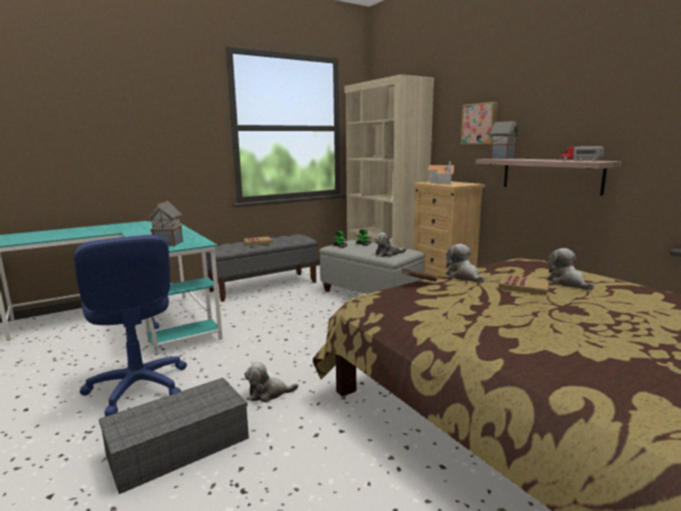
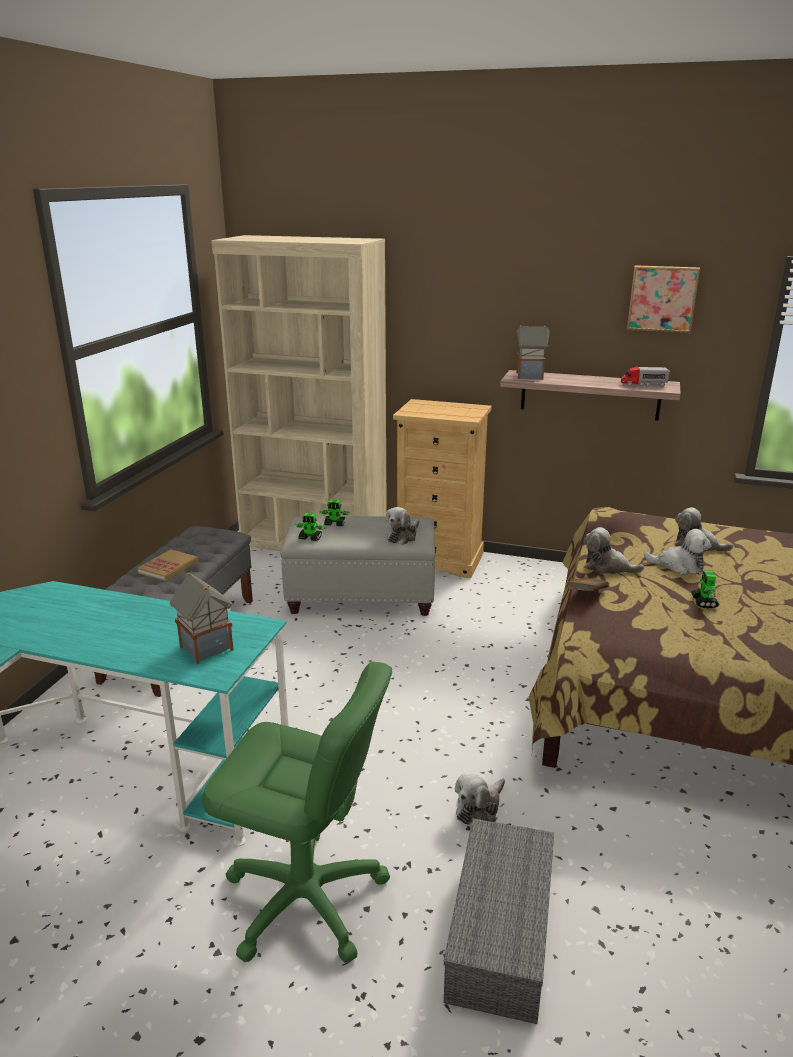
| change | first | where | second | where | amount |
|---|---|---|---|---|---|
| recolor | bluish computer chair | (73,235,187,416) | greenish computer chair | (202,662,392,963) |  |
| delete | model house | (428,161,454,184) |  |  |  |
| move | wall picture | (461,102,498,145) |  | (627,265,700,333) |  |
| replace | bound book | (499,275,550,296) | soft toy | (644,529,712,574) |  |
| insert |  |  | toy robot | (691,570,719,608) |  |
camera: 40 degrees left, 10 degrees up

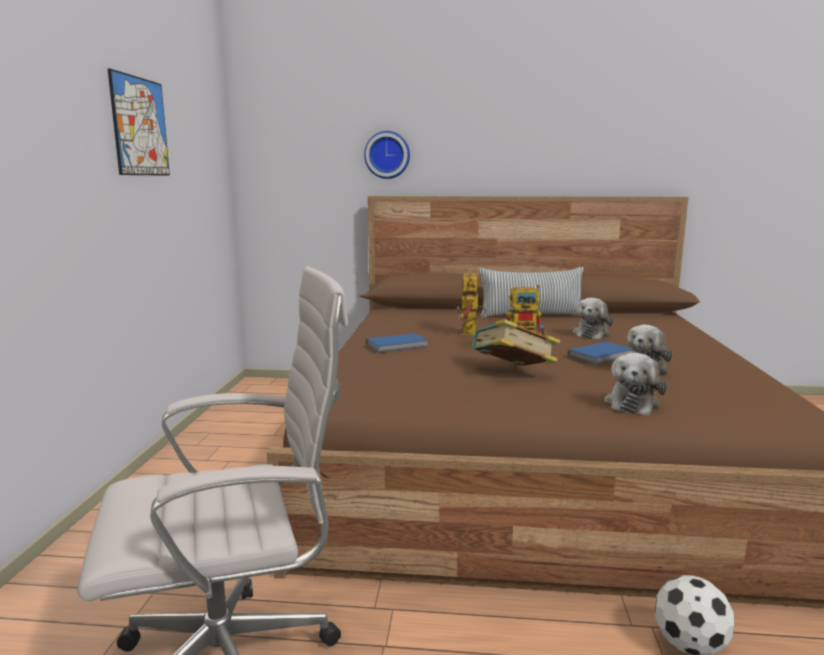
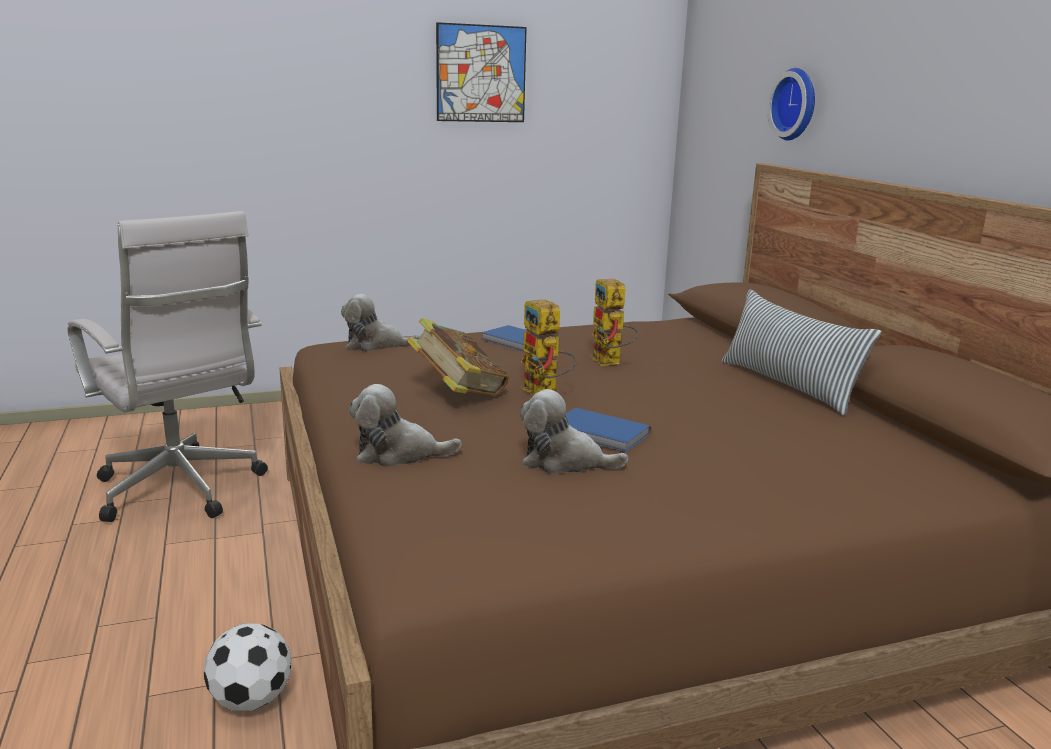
| change | first | where | second | where | amount |
|---|---|---|---|---|---|
| rotate | toy robot | (456,272,486,335) |  | (590,279,639,366) | 90 degrees counterclockwise |
| move | soft toy | (573,298,613,340) |  | (341,294,420,352) |  |
camera: 65 degrees right, 5 degrees up

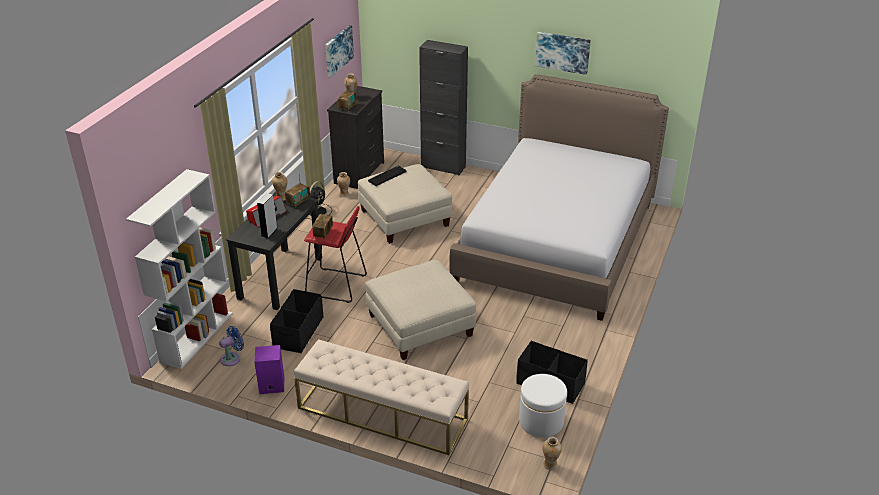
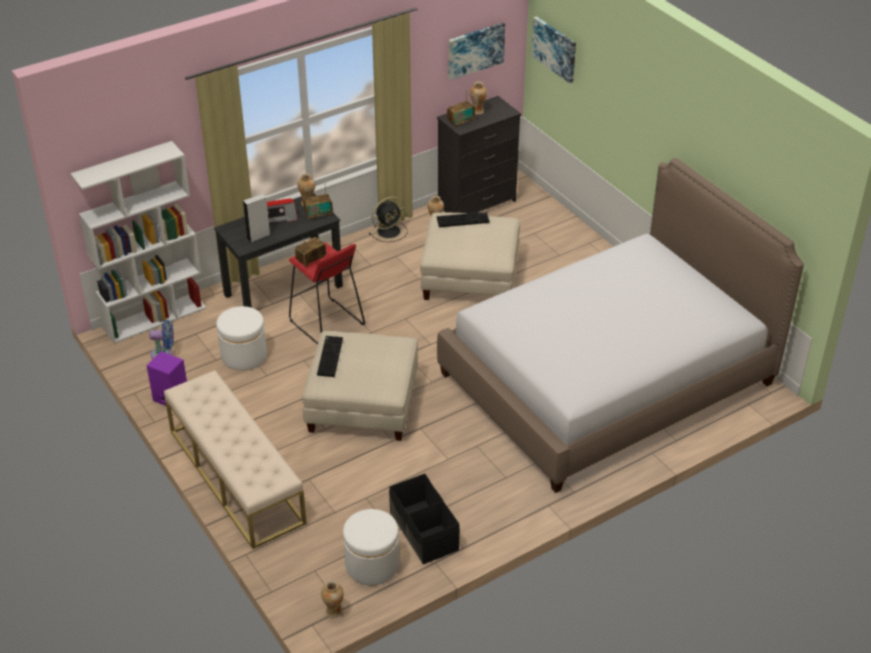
| change | first | where | second | where | amount |
|---|---|---|---|---|---|
| replace | black-coloured storage container | (270,289,323,353) | whitish ottoman | (216,306,267,370) |  |
| delete | black-coloured storage cabinet | (419,40,468,175) |  |  |  |
| move | wall picture | (535,32,591,75) |  | (531,16,576,83) |  |
| insert |  |  | computer keyboard | (317,336,343,377) |  |
camera: 35 degrees right, 5 degrees up

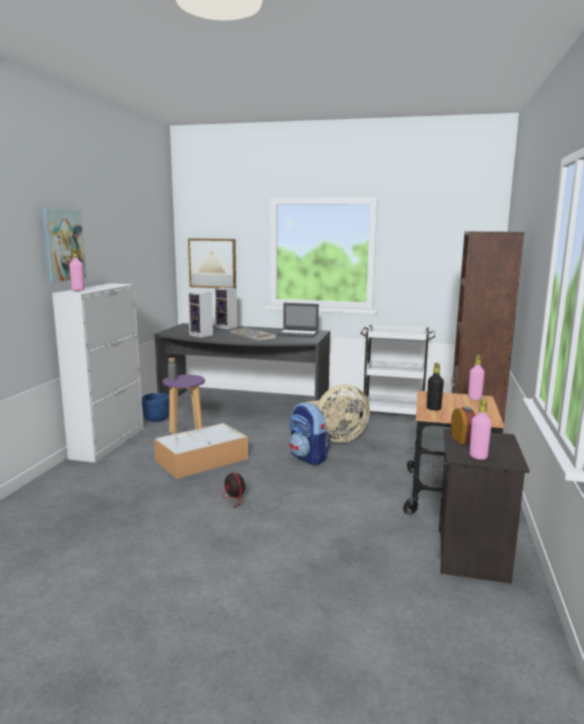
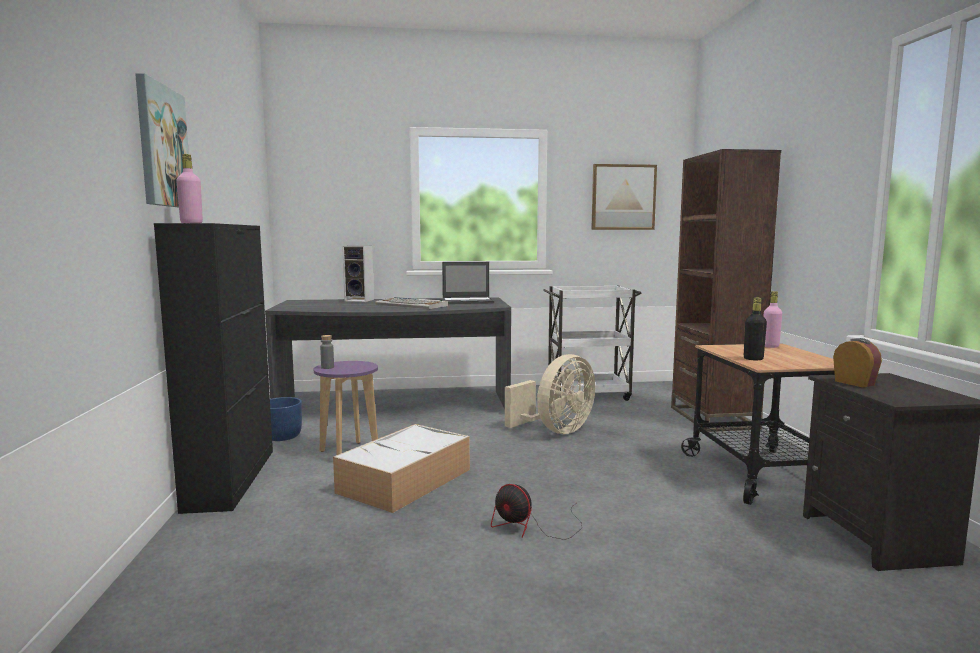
| change | first | where | second | where | amount |
|---|---|---|---|---|---|
| recolor | whitish storage cabinet | (52,283,144,463) | black-coloured storage cabinet | (154,223,273,514) |  |
| move | wall picture | (188,238,236,288) |  | (591,164,657,230) |  |
| delete | loudspeaker | (188,292,213,338) |  |  |  |
| delete | rucksack | (289,402,330,465) |  |  |  |
| delete | pink bottle | (469,399,492,460) |  |  |  |
camera: 20 degrees left, 5 degrees down

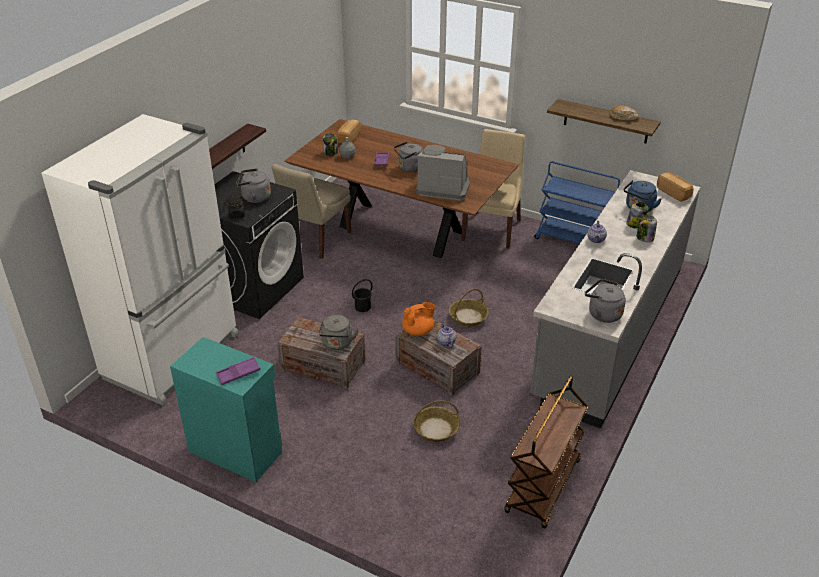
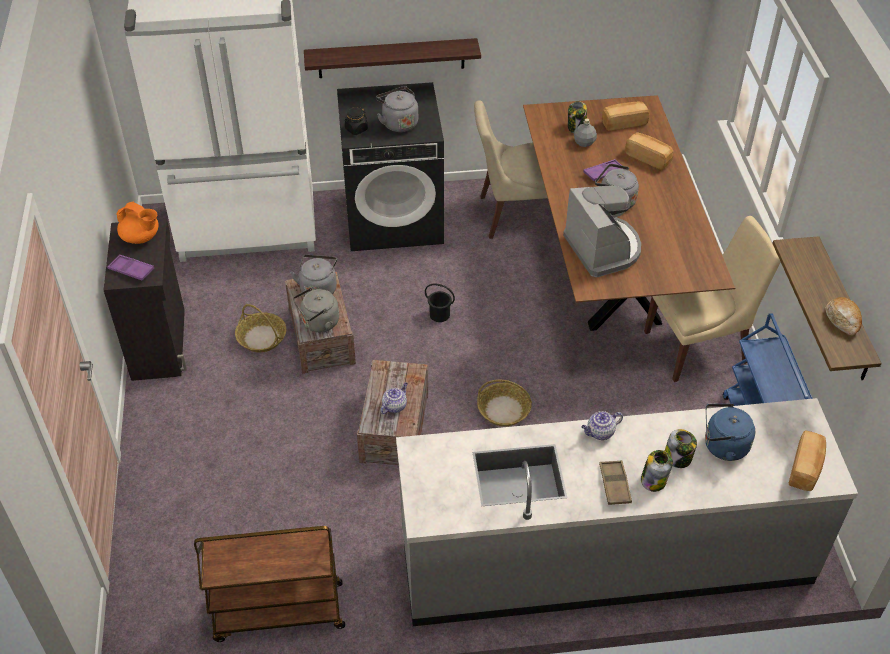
| change | first | where | second | where | amount |
|---|---|---|---|---|---|
| recolor | blue-green storage cabinet | (170,337,282,482) | black-coloured storage cabinet | (104,219,187,381) |  |
| move | orange-coloured tea pot | (402,302,435,336) |  | (116,202,158,244) |  |
| move | storage basket | (413,400,459,442) |  | (235,304,286,353) |  |
| move | gray water kettle | (585,279,626,323) |  | (291,255,337,295) |  |
| insert |  |  | brown carrying tray | (599,460,632,505) |  |
| insert |  |  | bakery bread | (625,132,674,170) |  |
camera: 55 degrees right, 10 degrees up

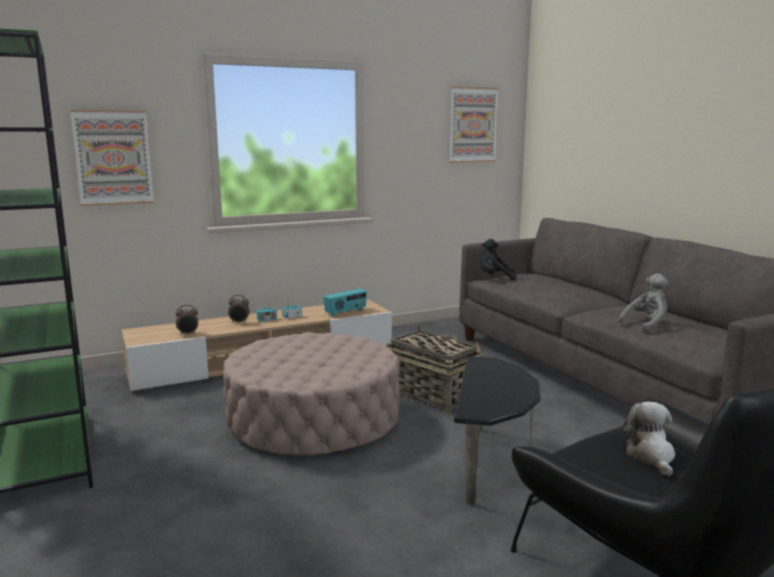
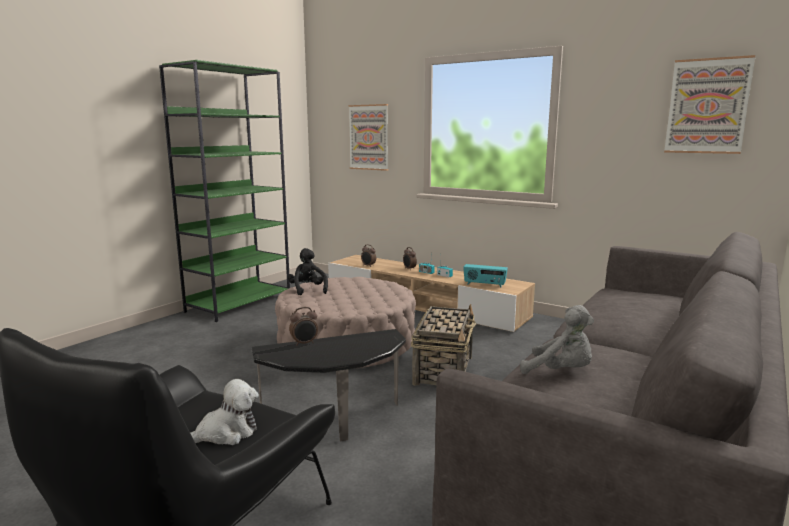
| change | first | where | second | where | amount |
|---|---|---|---|---|---|
| move | black-coloured soft toy | (481,239,516,280) |  | (288,248,328,295) |  |
| insert |  |  | table clock | (289,307,318,346) |  |
camera: 60 degrees right, 0 degrees up

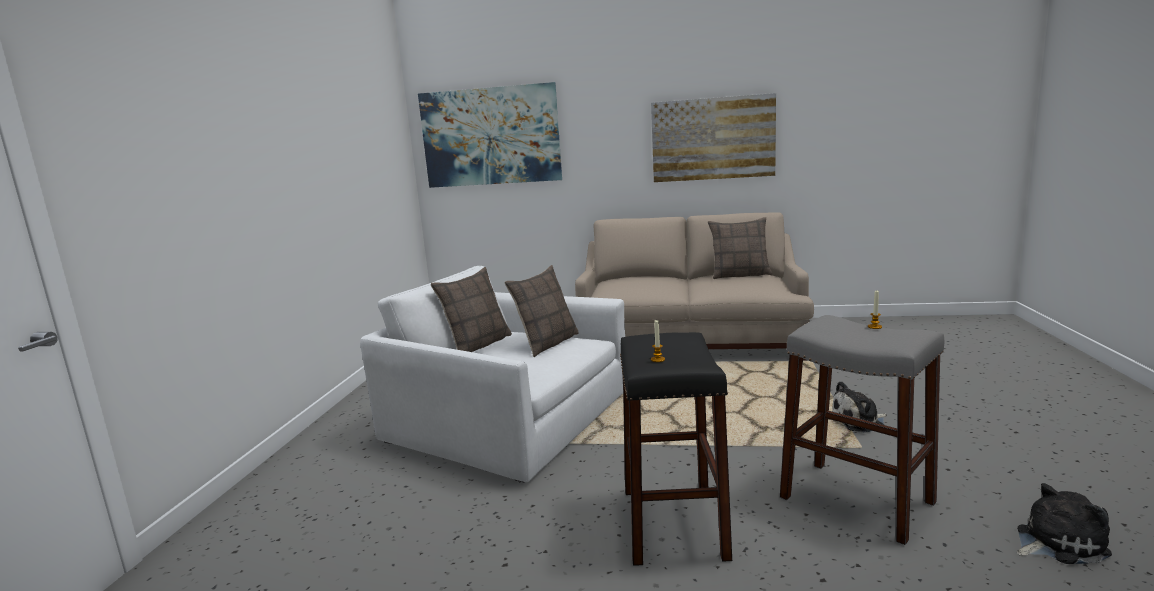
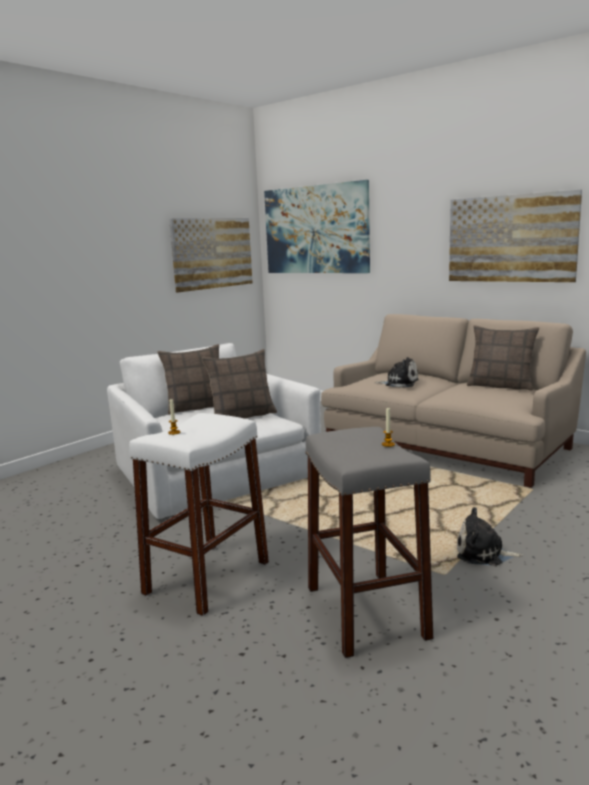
| change | first | where | second | where | amount |
|---|---|---|---|---|---|
| recolor | black-coloured sitting stool | (620,332,732,566) | whitish sitting stool | (129,413,269,616) |  |
| move | soft toy | (1017,483,1112,564) |  | (376,357,419,388) |  |
| insert |  |  | wall picture | (169,218,252,292) |  |
camera: 30 degrees right, 0 degrees up

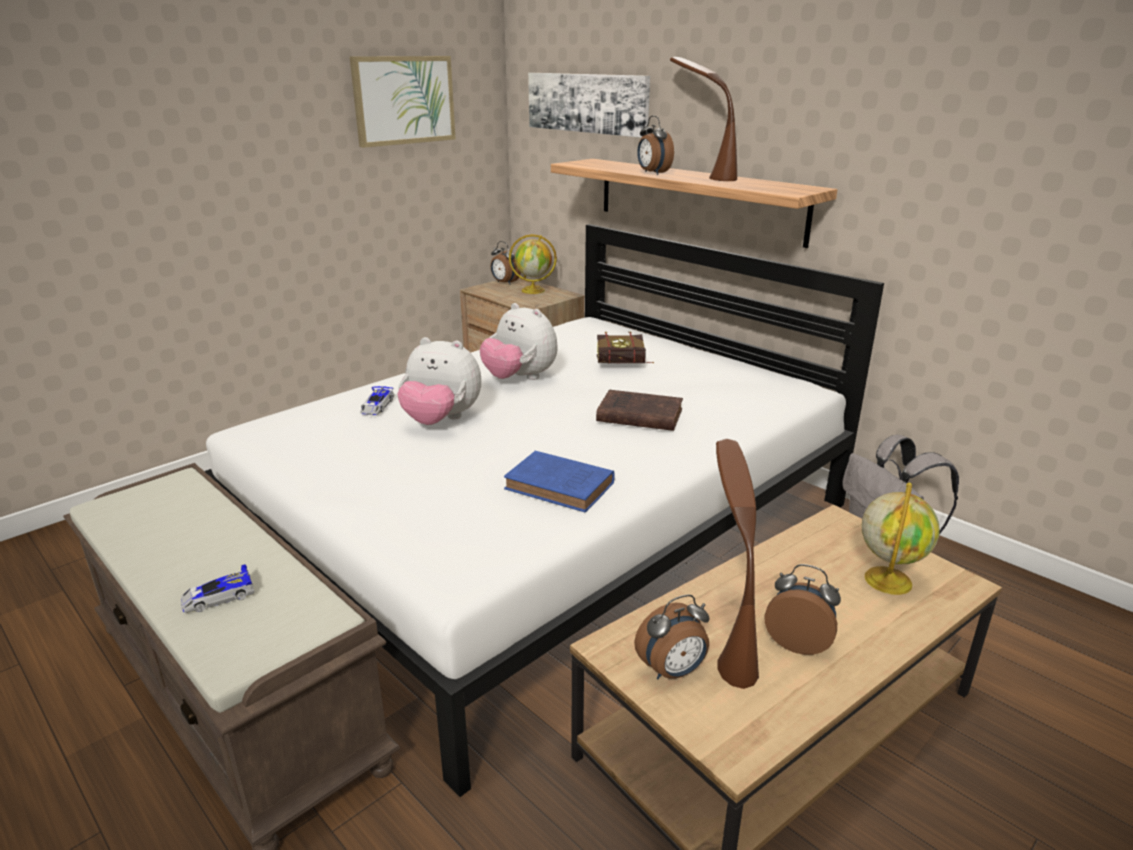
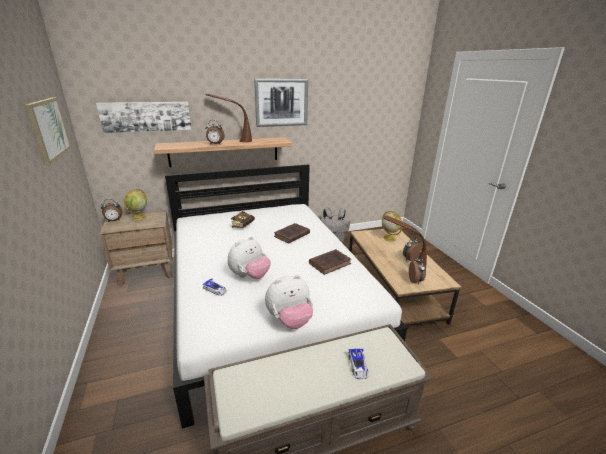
| change | first | where | second | where | amount |
|---|---|---|---|---|---|
| move | soft toy | (480,303,558,380) |  | (265,275,313,329) |  |
| recolor | bluish bound book | (504,451,615,512) | brown bound book | (309,249,351,275) |  |
| insert |  |  | wall picture | (254,79,308,127) |  |
camera: 65 degrees left, 0 degrees up

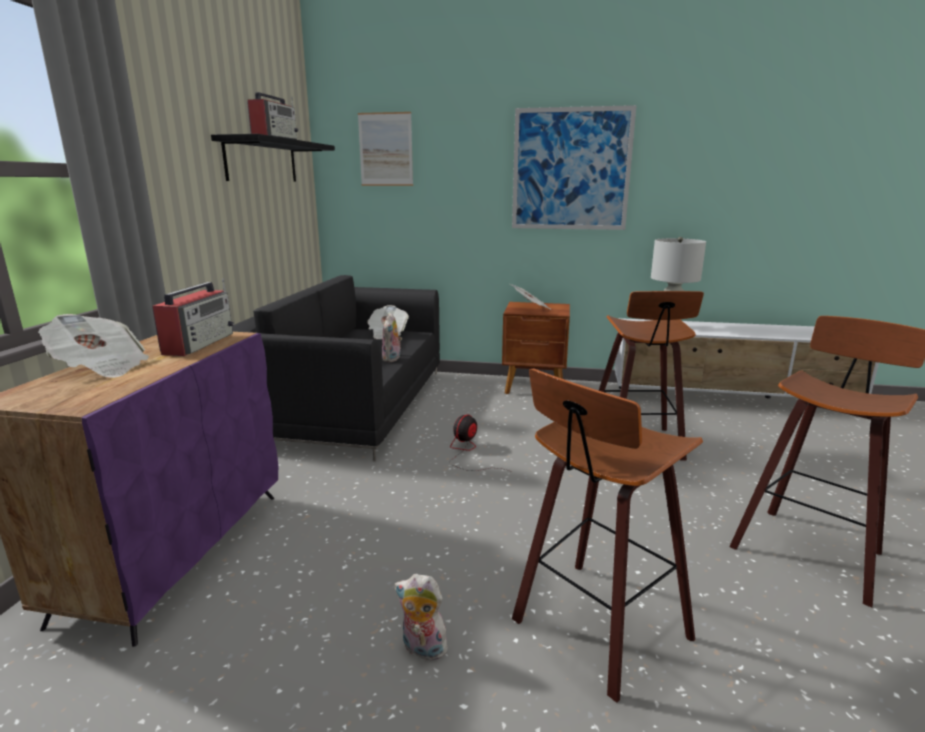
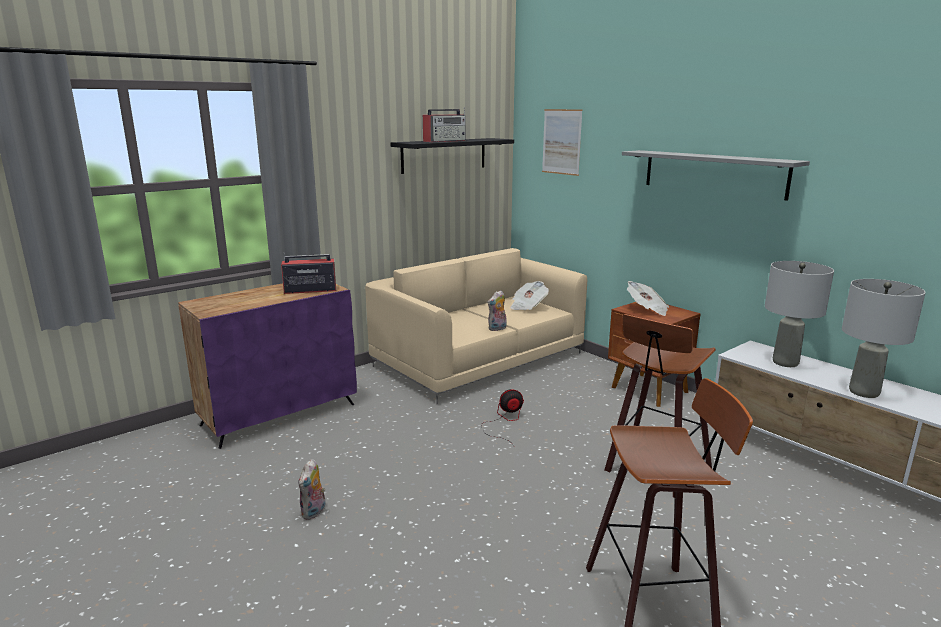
| change | first | where | second | where | amount |
|---|---|---|---|---|---|
| delete | daily paper | (38,314,149,378) |  |  |  |
| rotate | radio | (152,278,234,356) |  | (281,252,336,294) | 150 degrees counterclockwise |
| recolor | black-coloured settee | (232,275,440,462) | beige-coloured settee | (365,248,587,404) |  |
| rotate | soft toy | (395,574,451,660) |  | (298,459,325,520) | 135 degrees counterclockwise |
| replace | wall picture | (512,105,637,230) | gray shelf | (622,150,810,201) |  |
| delete | sitting stool | (512,368,703,703) |  |  |  |
| insert |  |  | gray tabletop lamp | (842,279,926,398) |  |
camera: 40 degrees right, 0 degrees up

